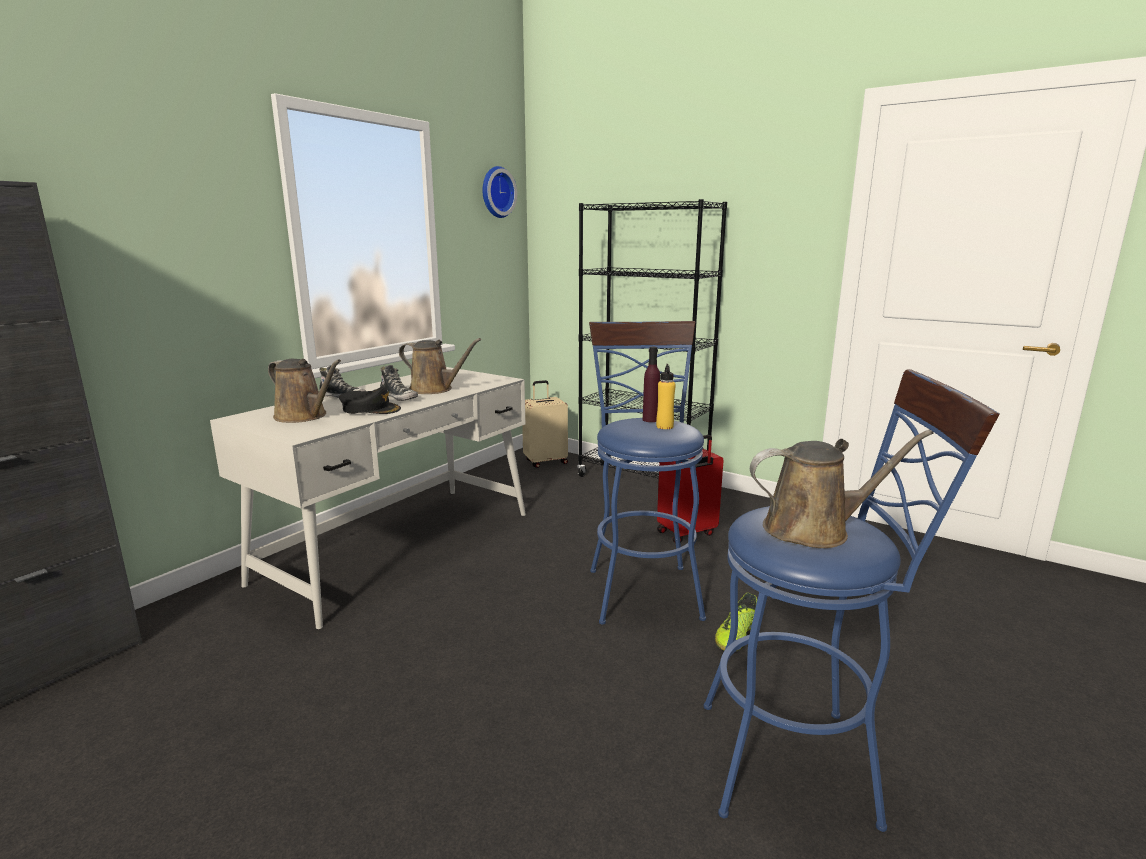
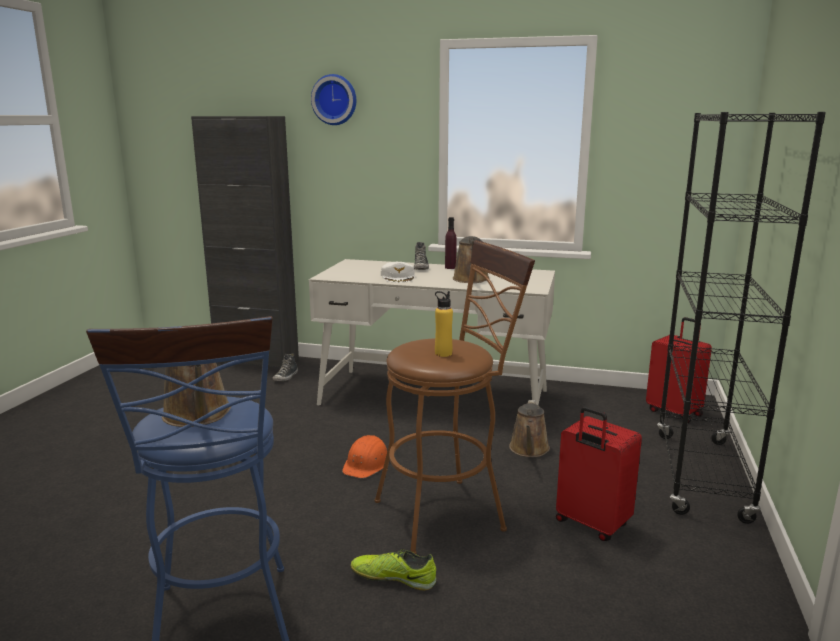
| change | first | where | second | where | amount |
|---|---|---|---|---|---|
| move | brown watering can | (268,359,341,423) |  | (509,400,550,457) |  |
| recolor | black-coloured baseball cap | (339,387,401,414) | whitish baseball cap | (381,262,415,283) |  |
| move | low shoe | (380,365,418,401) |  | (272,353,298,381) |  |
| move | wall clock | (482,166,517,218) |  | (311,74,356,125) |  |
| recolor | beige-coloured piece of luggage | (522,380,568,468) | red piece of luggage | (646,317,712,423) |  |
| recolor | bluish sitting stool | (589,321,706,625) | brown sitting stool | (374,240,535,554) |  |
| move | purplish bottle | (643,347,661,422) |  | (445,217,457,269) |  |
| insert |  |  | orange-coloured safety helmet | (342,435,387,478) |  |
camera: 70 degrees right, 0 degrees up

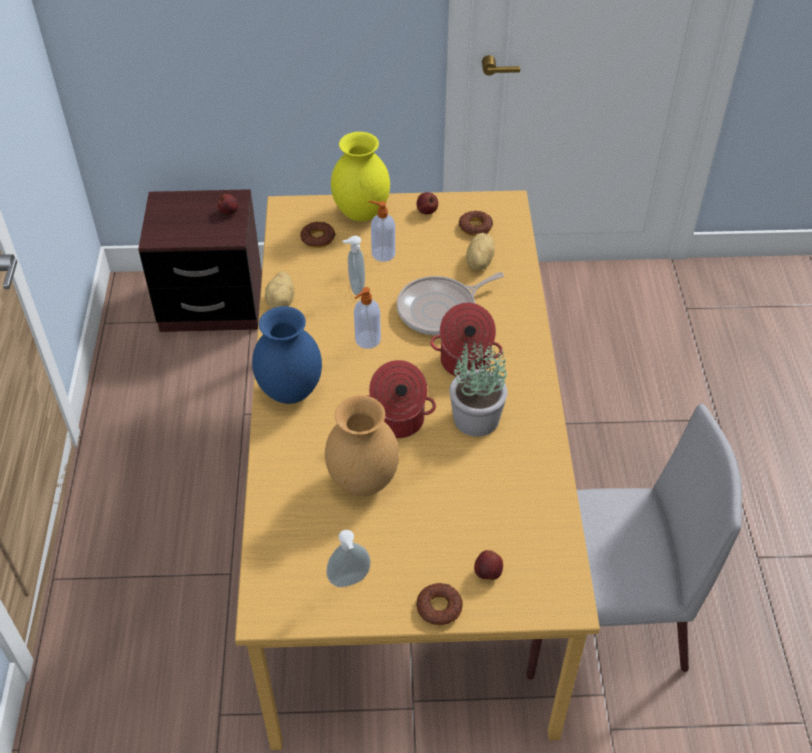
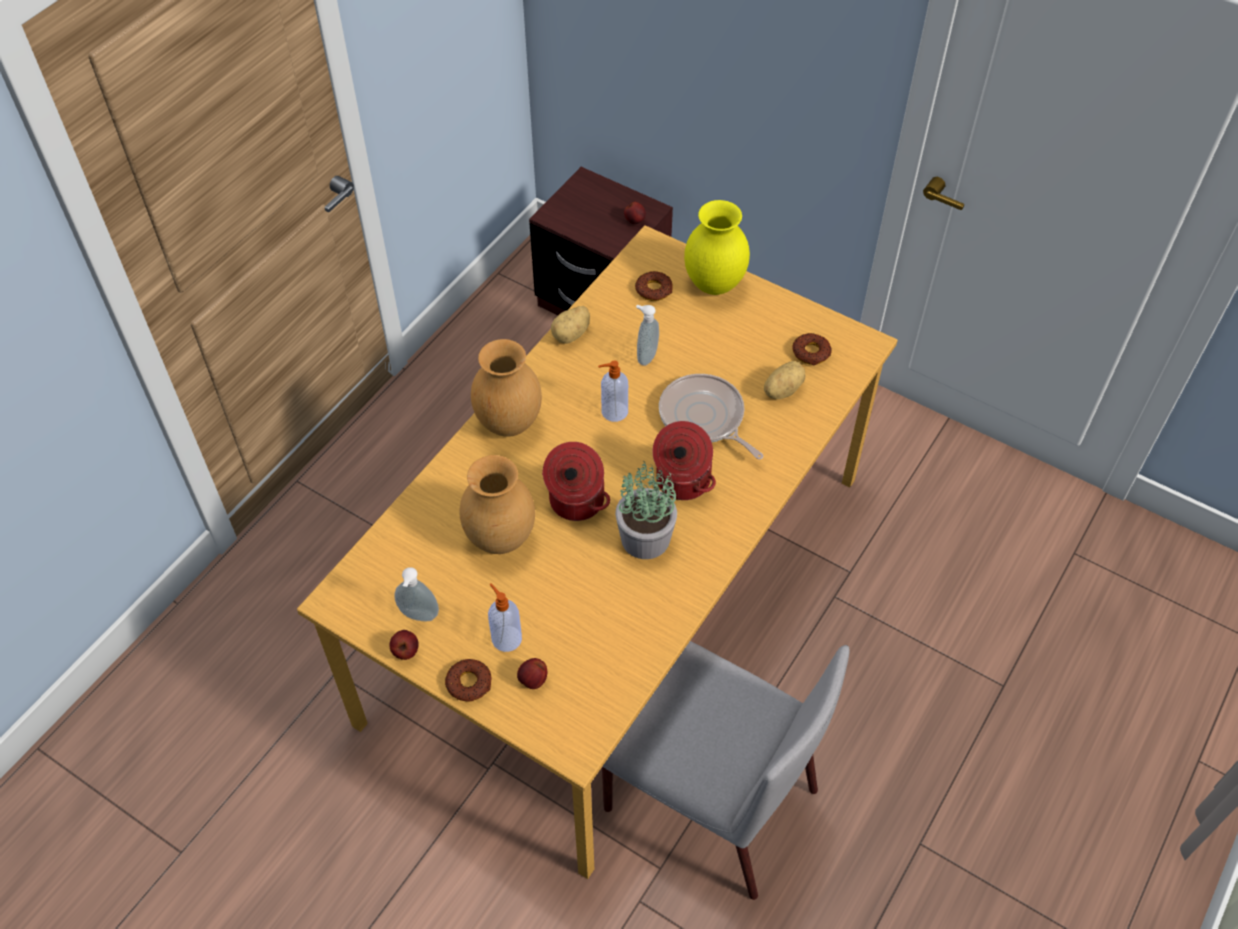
| change | first | where | second | where | amount |
|---|---|---|---|---|---|
| recolor | bluish decorative vase | (252,306,322,404) | brown decorative vase | (471,339,542,437) |  |
| move | soap dispenser | (368,201,395,262) |  | (488,583,522,652) |  |
| rotate | frying pan | (397,272,504,335) |  | (659,374,764,460) | 45 degrees clockwise |
| move | whole apple | (417,192,438,215) |  | (389,630,419,660) |  |
camera: 35 degrees right, 5 degrees up

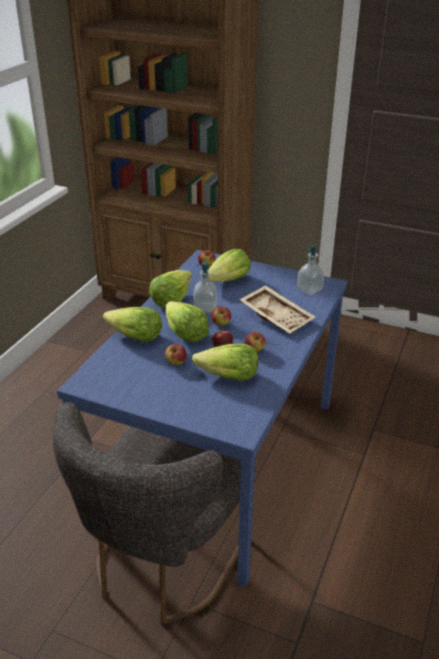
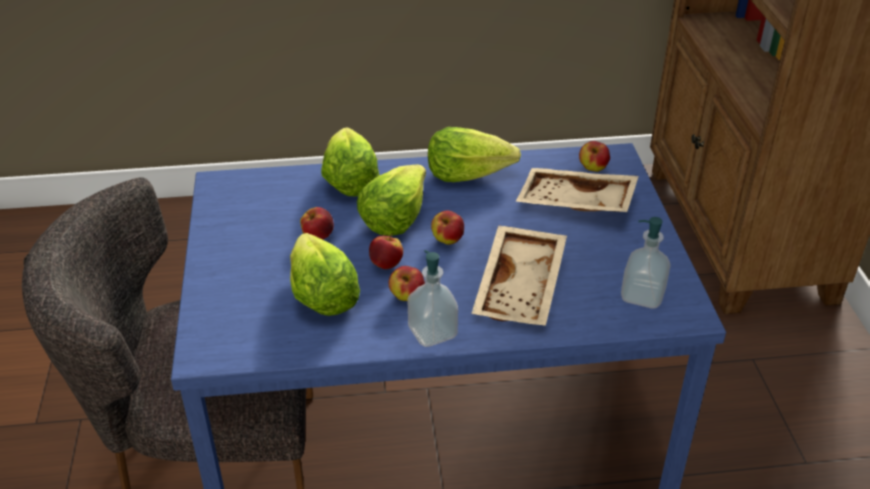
| change | first | where | second | where | amount |
|---|---|---|---|---|---|
| move | soap dispenser | (194,262,217,313) |  | (407,250,458,347) |  |
| replace | head of lettuce | (208,249,251,282) | beige-coloured carrying tray | (515,168,639,212) |  |
camera: 60 degrees right, 5 degrees up

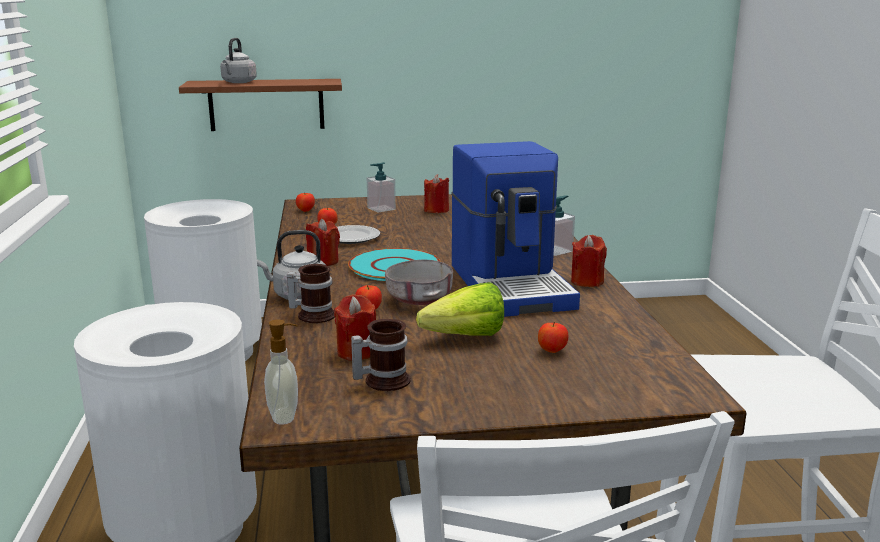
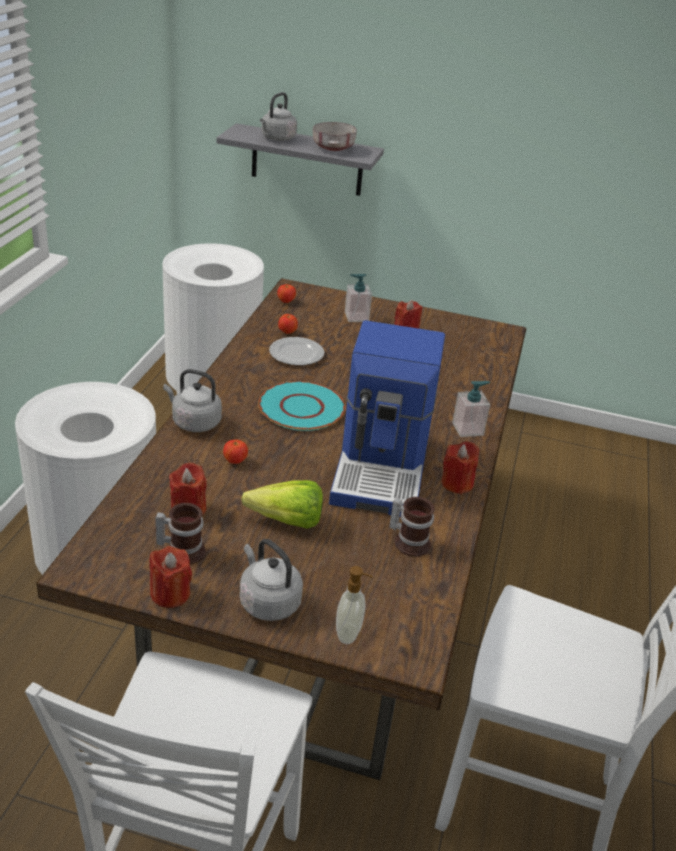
| change | first | where | second | where | amount |
|---|---|---|---|---|---|
| recolor | brown shelf | (179,79,342,131) | gray shelf | (216,123,384,196) |  |
| move | soap dispenser | (264,320,298,425) |  | (336,566,373,644) |  |
| move | mug | (287,264,335,323) |  | (389,497,435,556) |  |
| move | red wax candle | (306,219,340,266) |  | (149,546,192,608) |  |
| move | gray deep dish | (385,260,453,305) |  | (313,122,357,151) |  |
| delete | whole apple | (538,322,568,353) |  |  |  |
| insert |  |  | gray water kettle | (240,539,303,621) |  |
camera: 20 degrees right, 15 degrees up

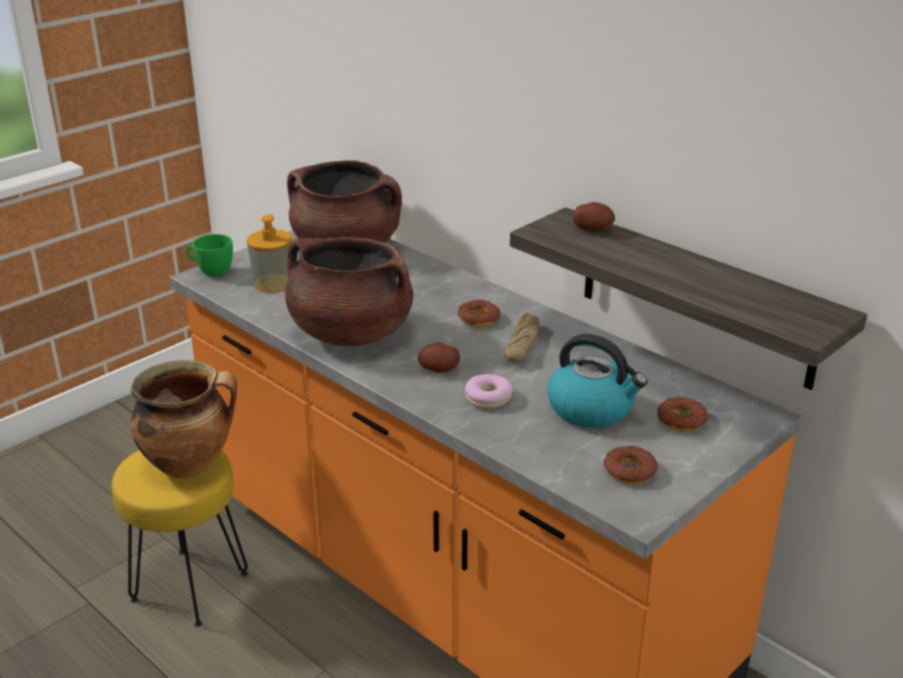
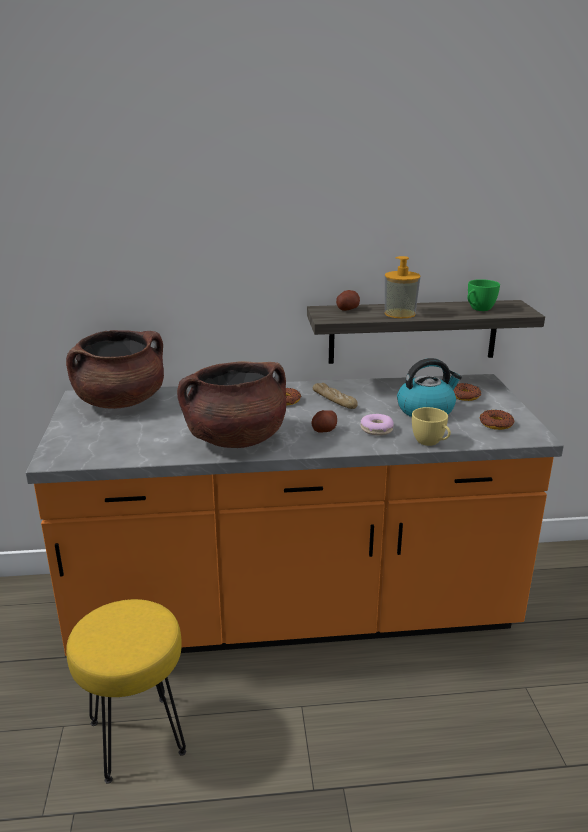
| change | first | where | second | where | amount |
|---|---|---|---|---|---|
| delete | saucepot | (131,360,237,479) |  |  |  |
| move | greenish drinking cup | (186,234,233,277) |  | (467,279,500,311) |  |
| move | soap dispenser | (247,214,292,293) |  | (385,256,421,318) |  |
| insert |  |  | yellow drinking cup | (412,407,451,446) |  |
camera: 50 degrees left, 5 degrees down

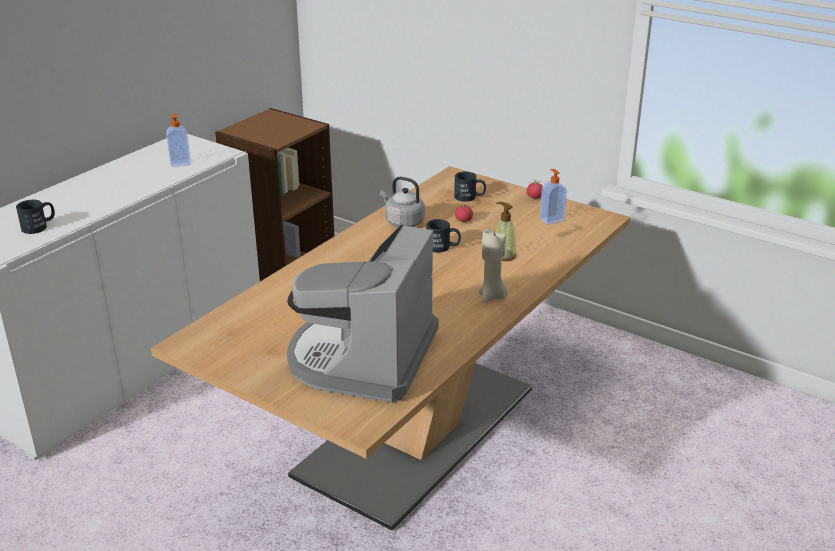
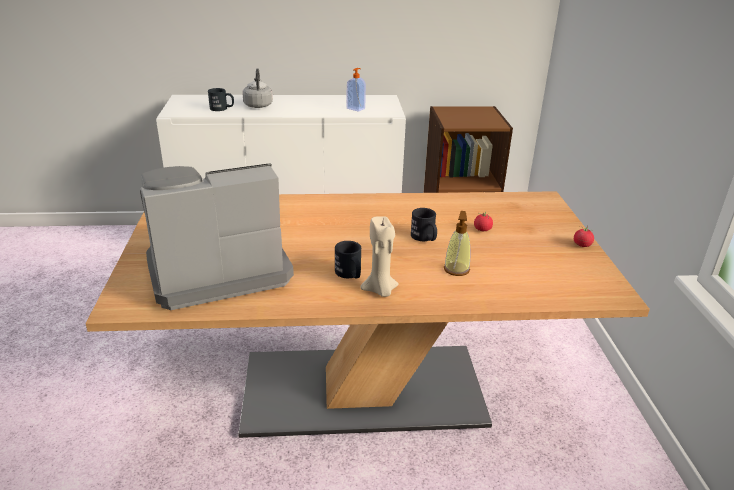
| change | first | where | second | where | amount |
|---|---|---|---|---|---|
| move | gray water kettle | (380,177,425,227) |  | (242,68,273,108) |  |
| move | black-coloured mug | (454,171,486,202) |  | (335,241,361,278) |  |
| delete | soap dispenser | (539,169,567,225) |  |  |  |
camera: 50 degrees right, 0 degrees up

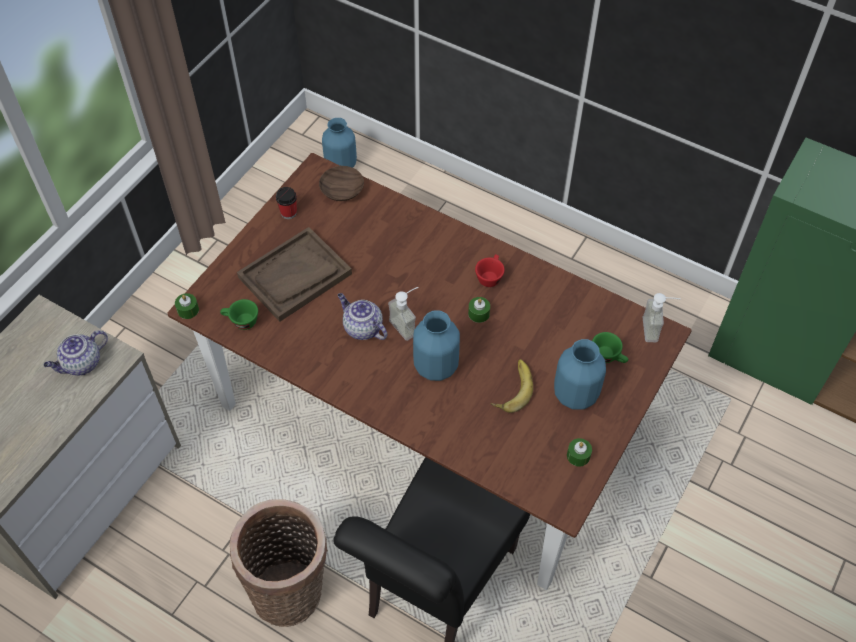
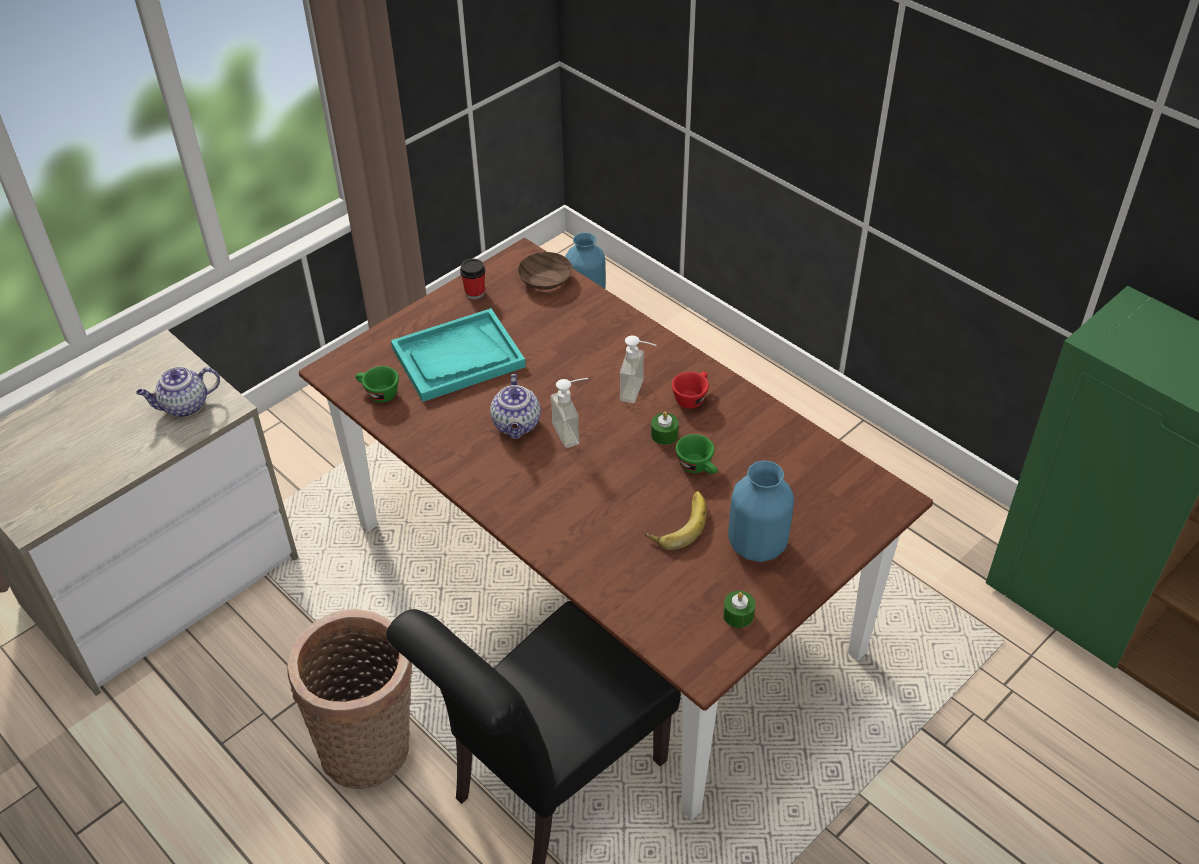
| change | first | where | second | where | amount |
|---|---|---|---|---|---|
| delete | greenish wax candle | (175,293,199,319) |  |  |  |
| recolor | brown carrying tray | (237,227,352,322) | blue-green carrying tray | (391,308,526,402) |  |
| rotate | tea pot | (338,293,387,340) |  | (490,374,541,439) | 150 degrees counterclockwise |
| delete | bluish decorative vase | (413,310,460,381) |  |  |  |
| move | greenish drinking cup | (592,332,629,363) |  | (676,434,718,474) |  |
| move | soap dispenser | (643,293,681,342) |  | (620,335,657,403) |  |
camera: 15 degrees right, 10 degrees down

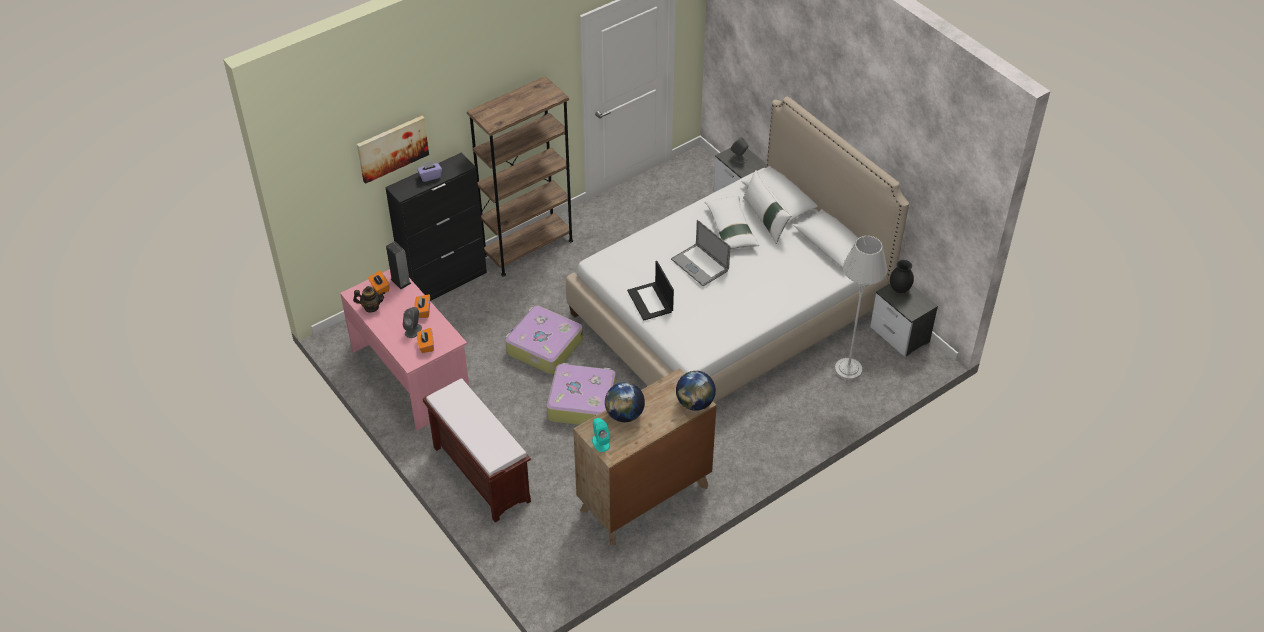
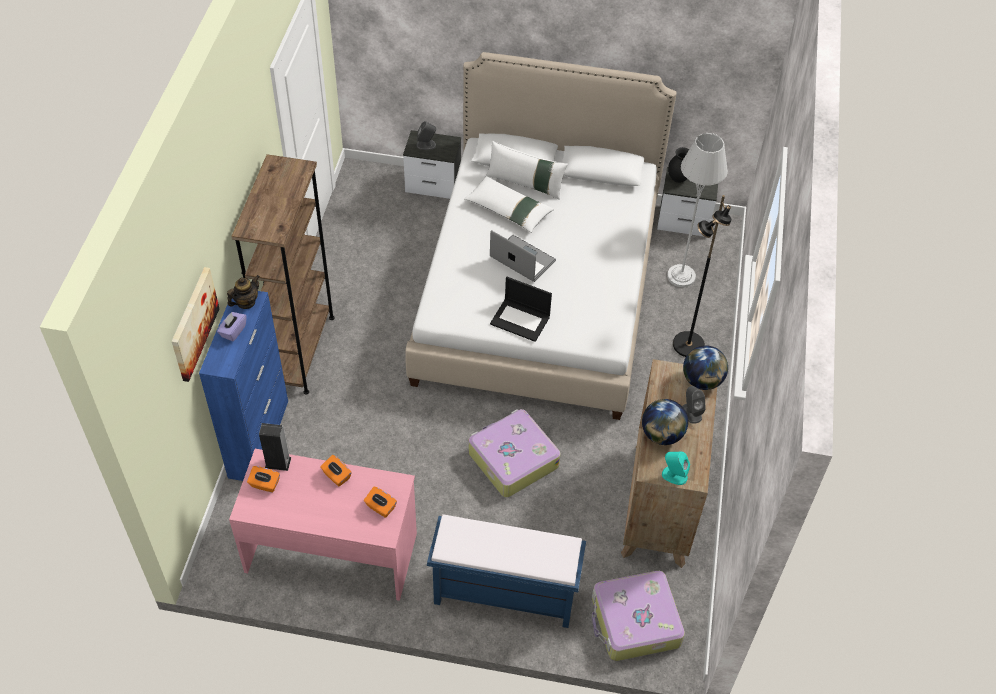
| change | first | where | second | where | amount |
|---|---|---|---|---|---|
| move | tea pot | (353,286,385,313) |  | (227,275,260,309) |  |
| recolor | black-coloured storage cabinet | (385,153,487,301) | bluish storage cabinet | (199,291,288,481) |  |
| move | gray loudspeaker | (403,307,422,338) |  | (682,386,706,424) |  |
| recolor | brown bench | (423,378,531,522) | bluish bench | (427,514,586,628) |  |
| move | piece of luggage | (505,306,583,374) |  | (592,571,685,661) |  |
| rotate | portable computer | (671,220,731,286) |  | (490,230,556,282) | 150 degrees counterclockwise |
| insert |  |  | black-coloured standard lamp | (673,195,731,357) |  |
camera: 45 degrees left, 5 degrees up

